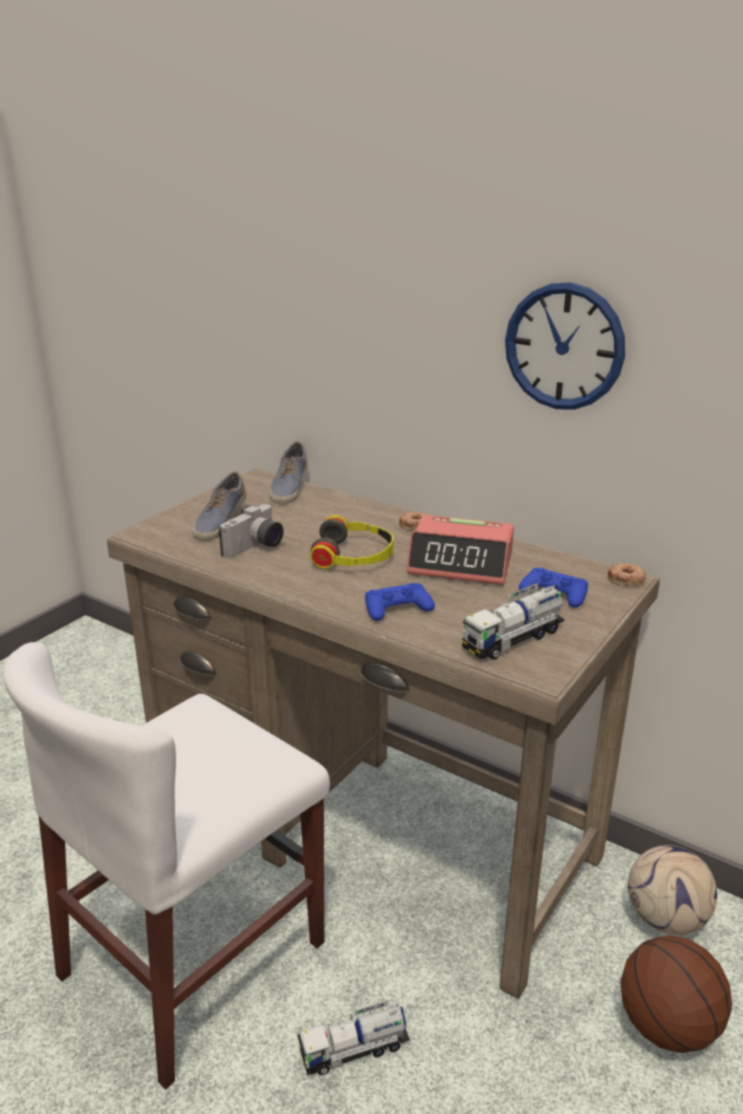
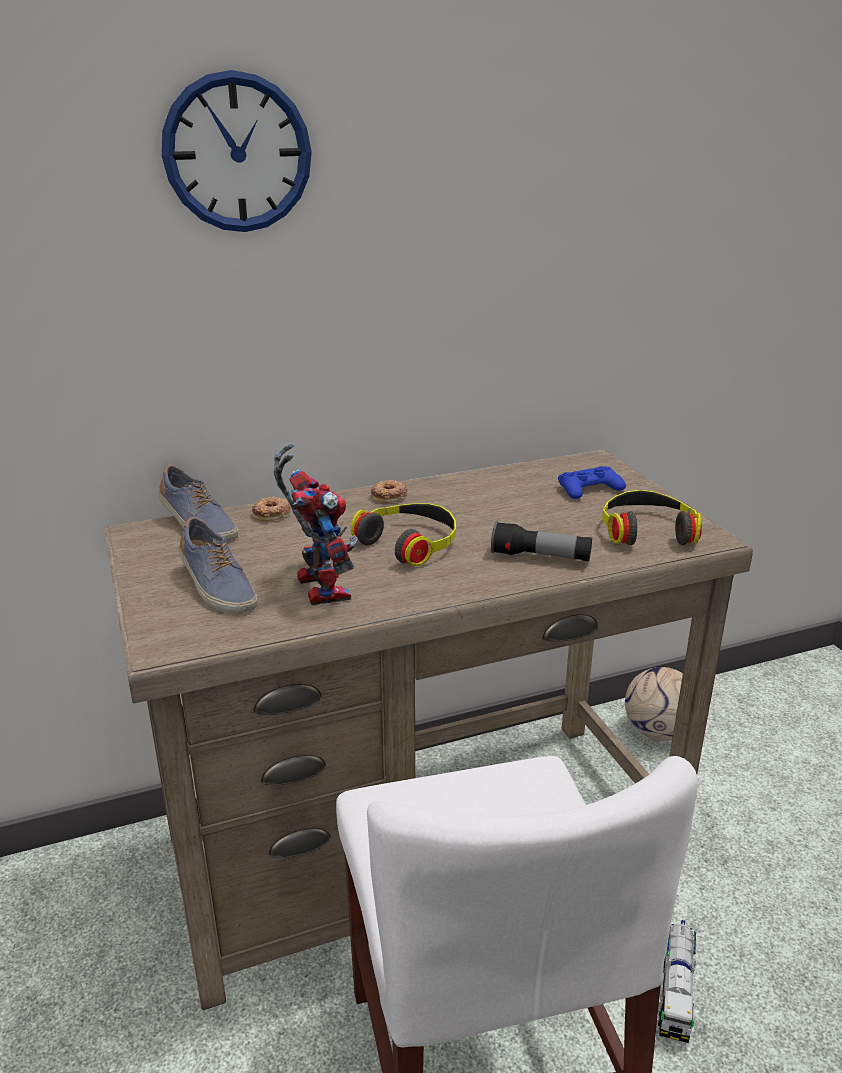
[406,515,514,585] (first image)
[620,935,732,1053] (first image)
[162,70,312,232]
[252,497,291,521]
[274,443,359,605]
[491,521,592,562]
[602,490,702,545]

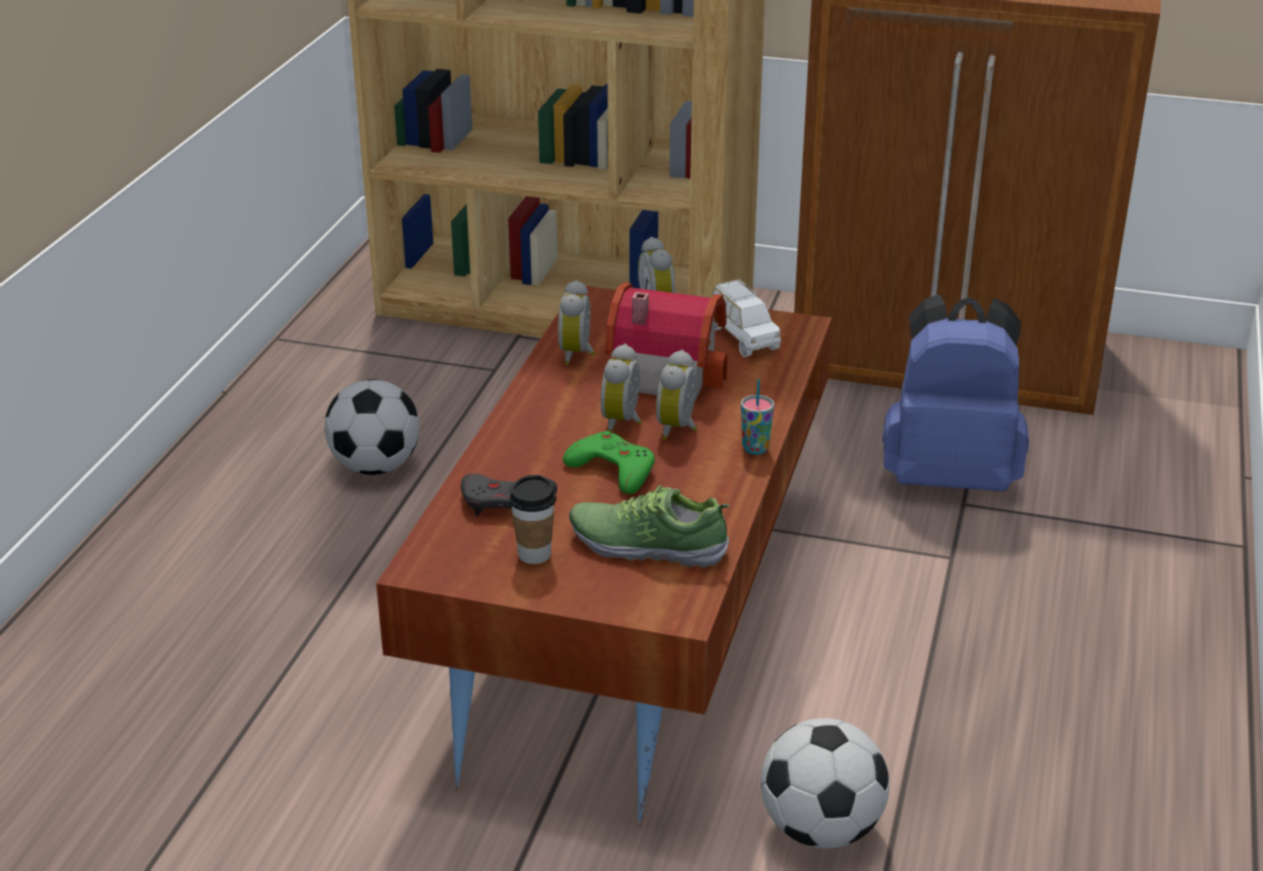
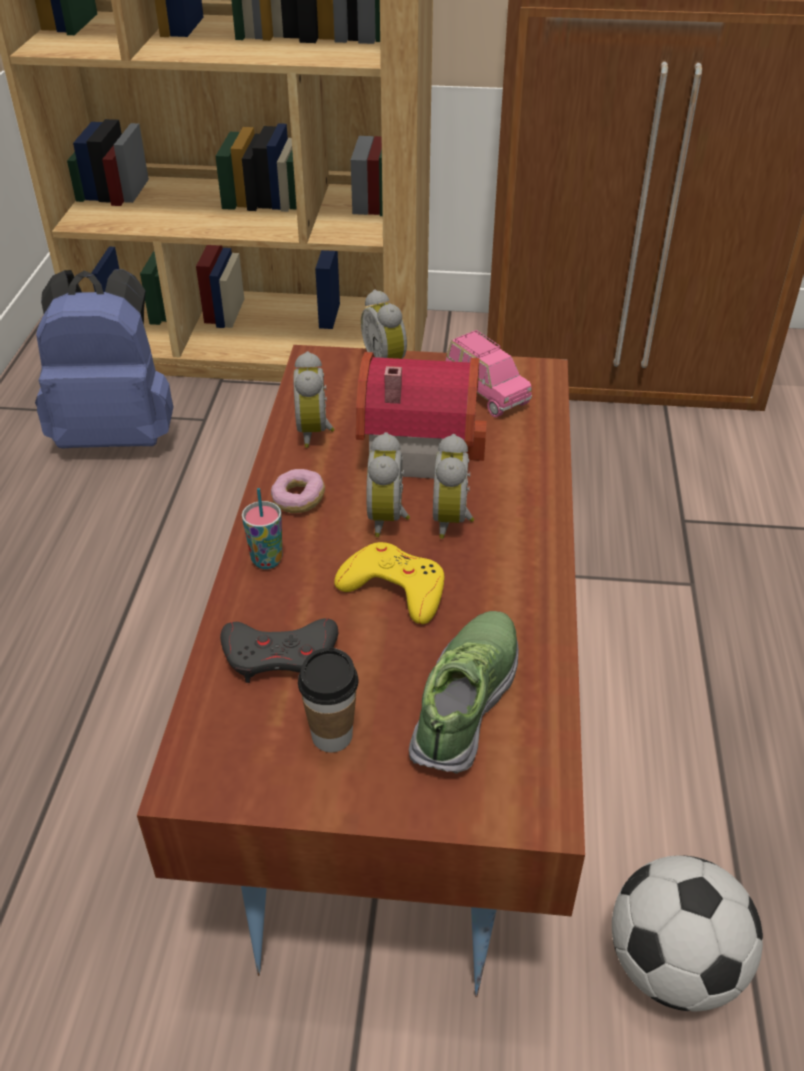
[325,379,420,475] (first image)
[271,469,325,513]
[242,488,282,569]
[35,269,174,448]
[334,542,445,624]
[446,330,532,417]
[409,611,519,774]

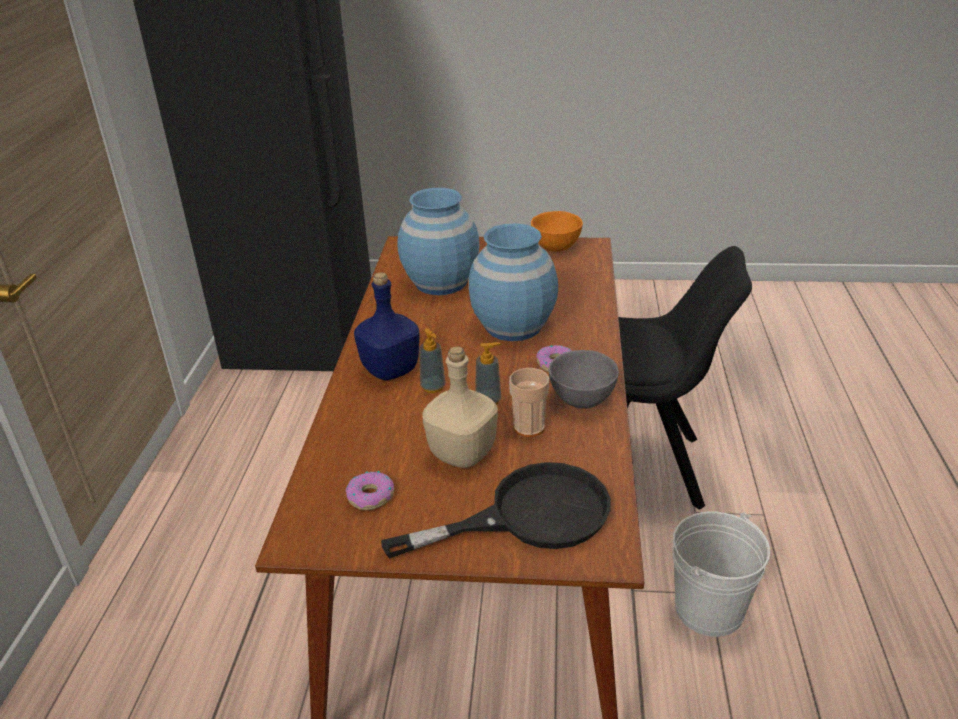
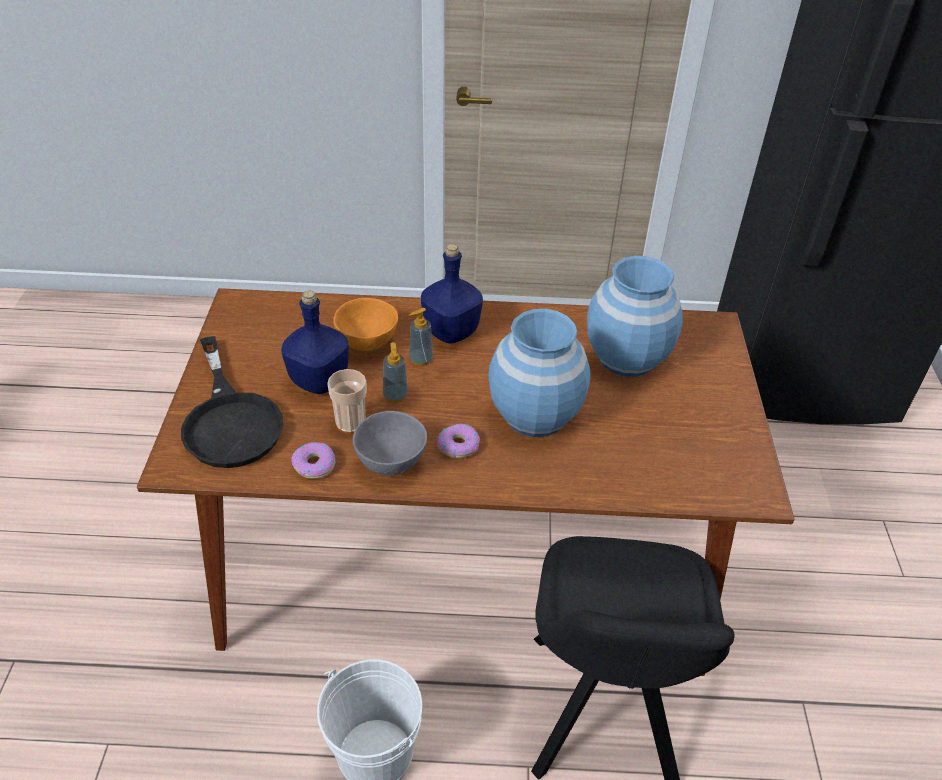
[291,442,335,479]
[333,298,398,352]
[281,291,349,394]

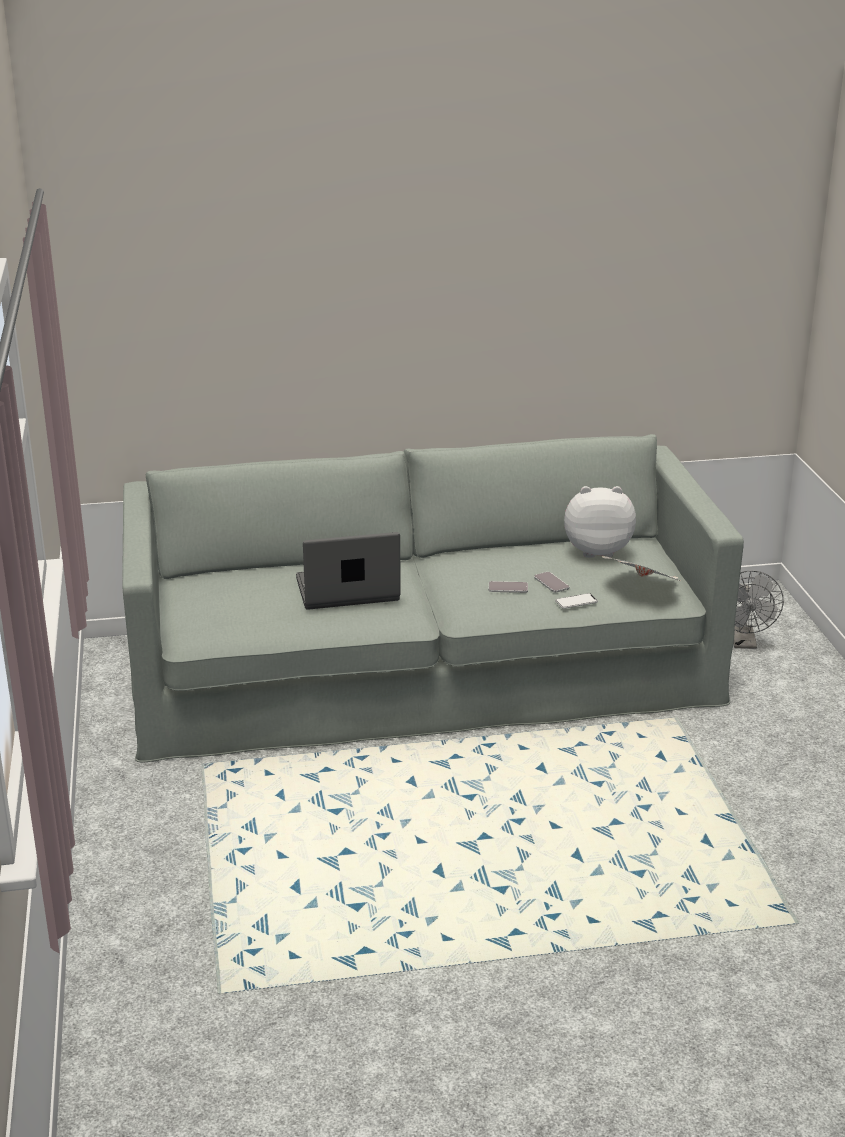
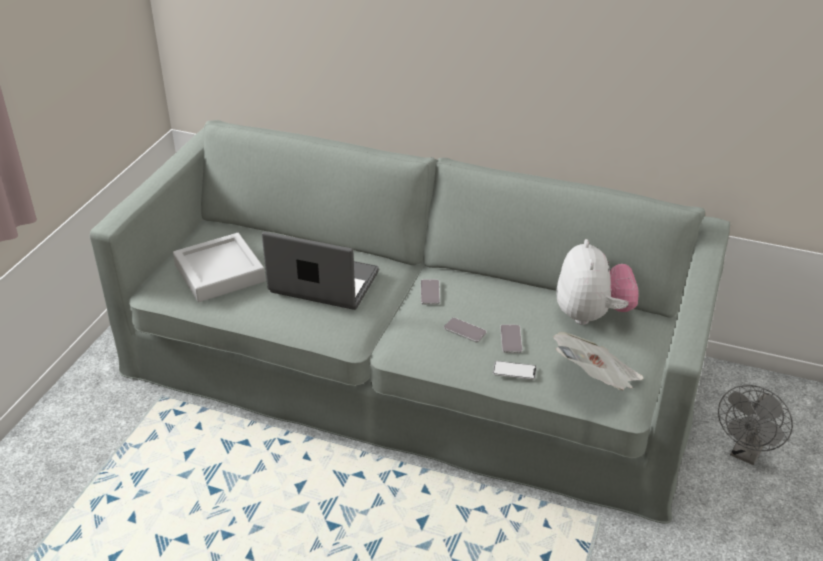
[173,233,266,302]
[421,279,440,305]
[556,239,638,325]

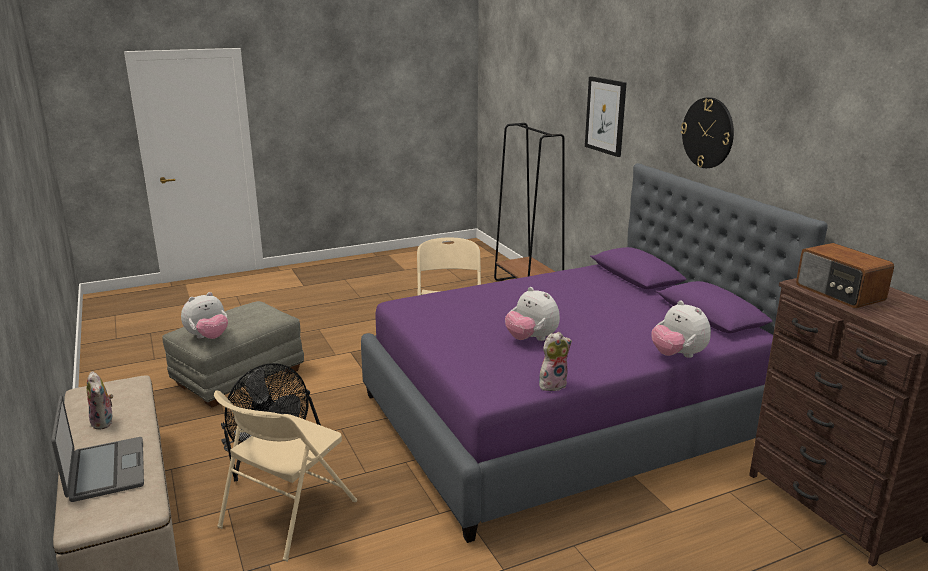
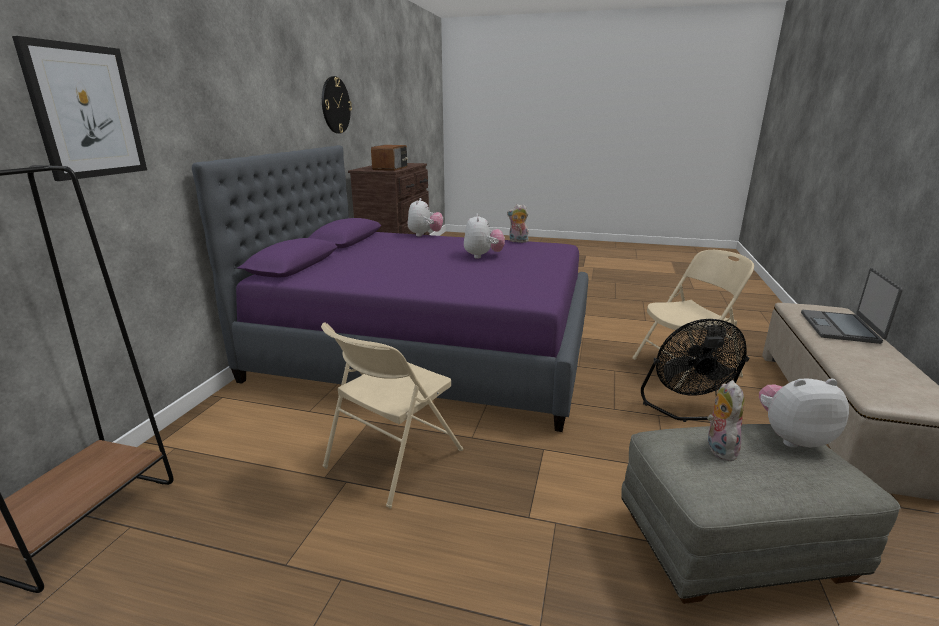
[707,380,744,461]
[322,76,352,134]

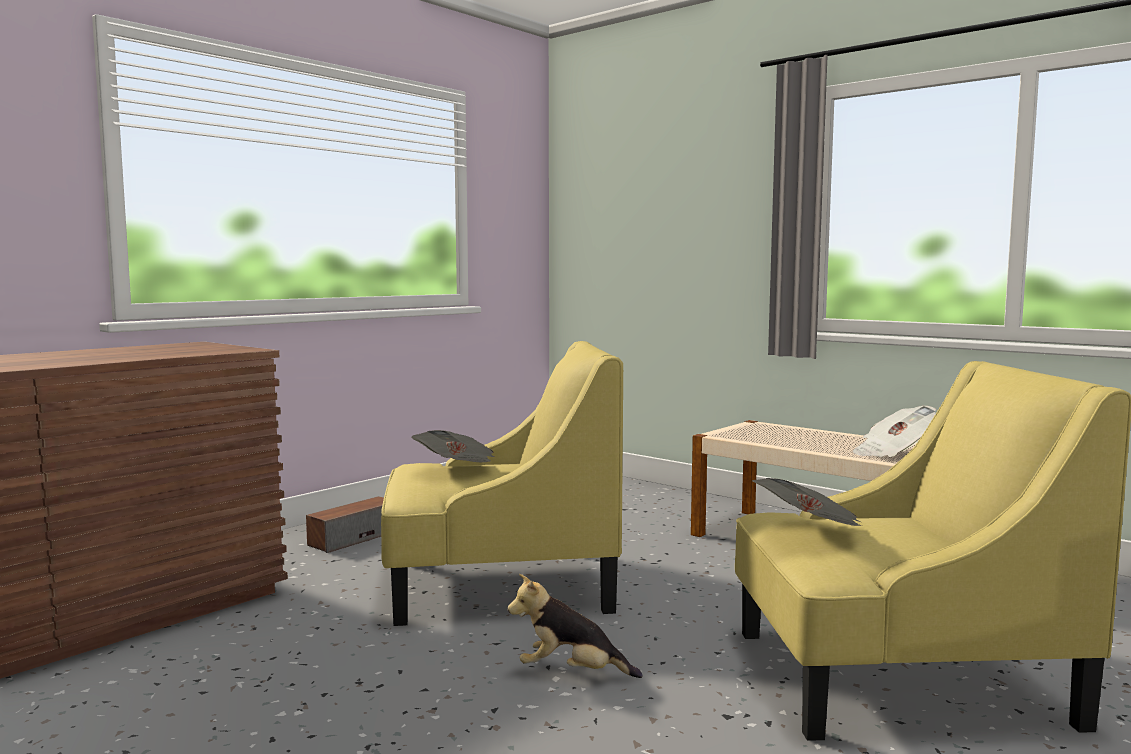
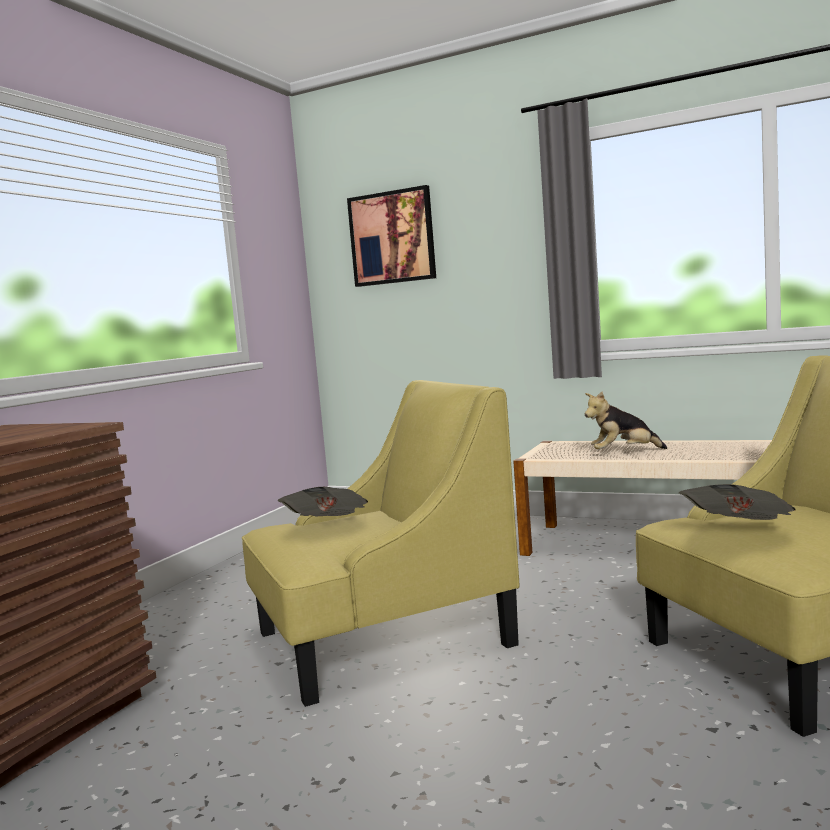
[306,496,384,553] (first image)
[853,406,936,457] (first image)
[347,185,436,287]
[585,391,667,449]

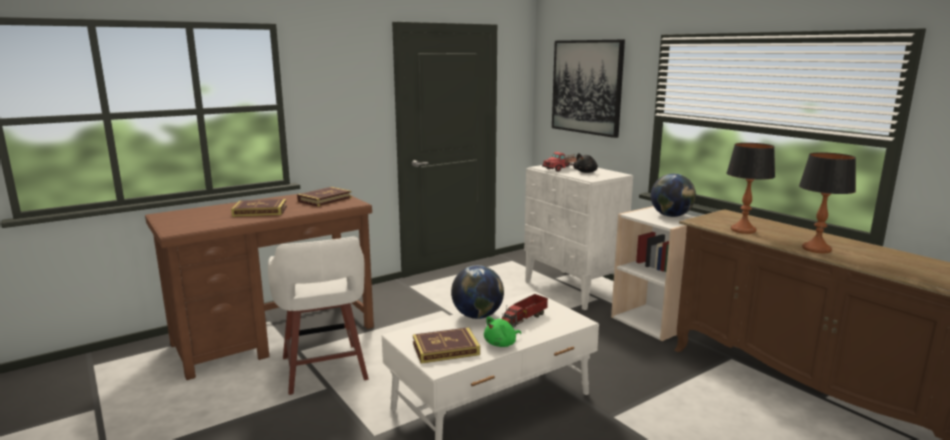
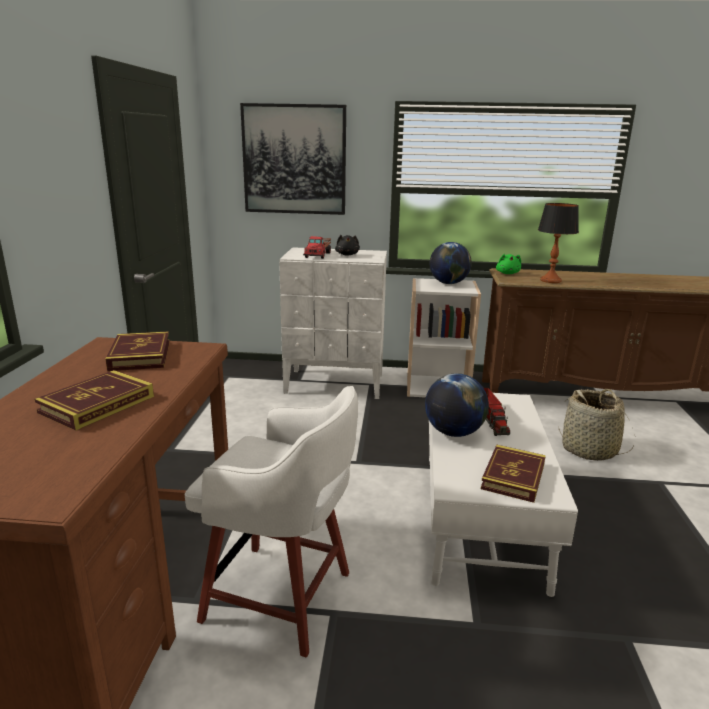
[799,152,856,253] (first image)
[558,389,635,461]
[496,254,521,274]

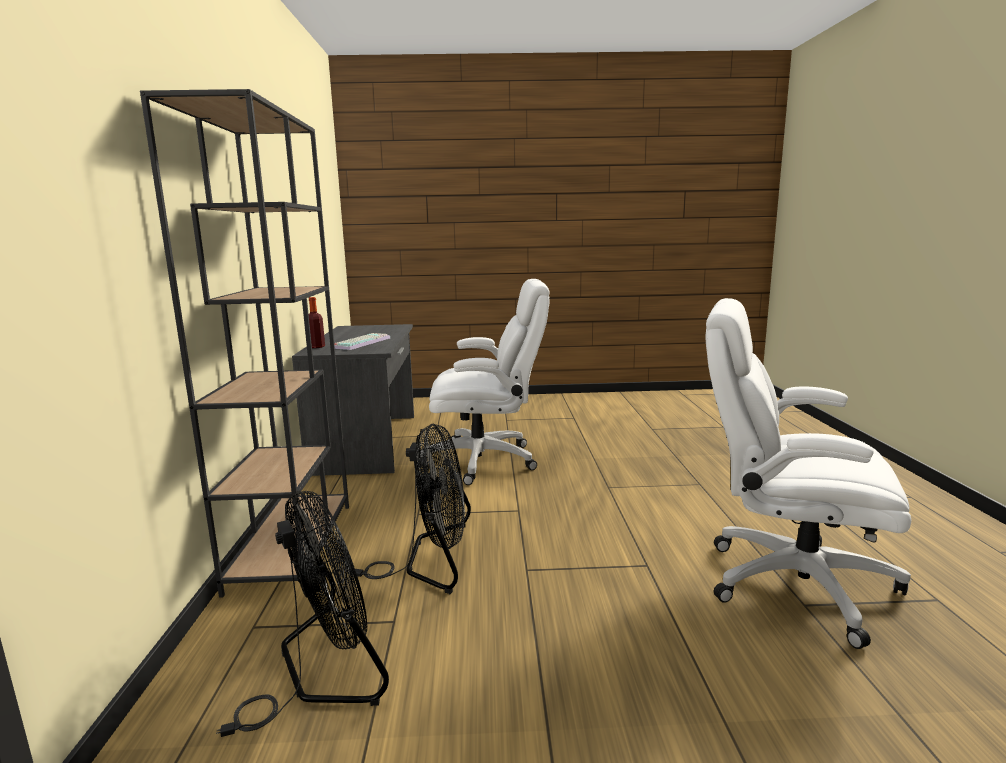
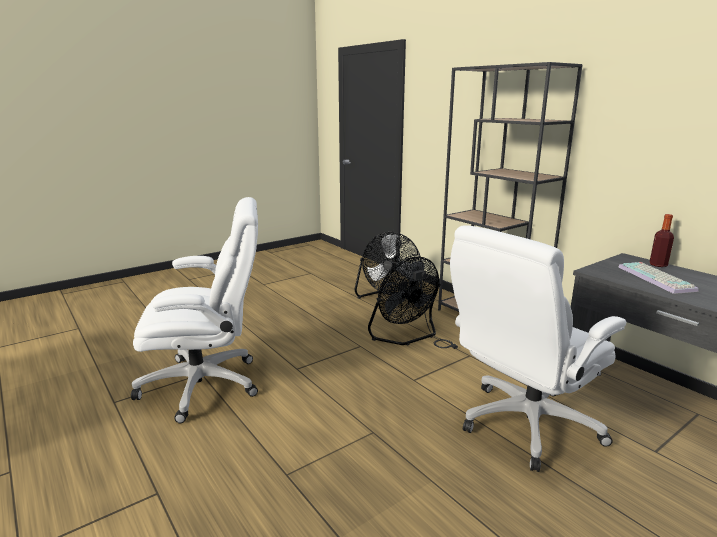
[368,257,458,349]

